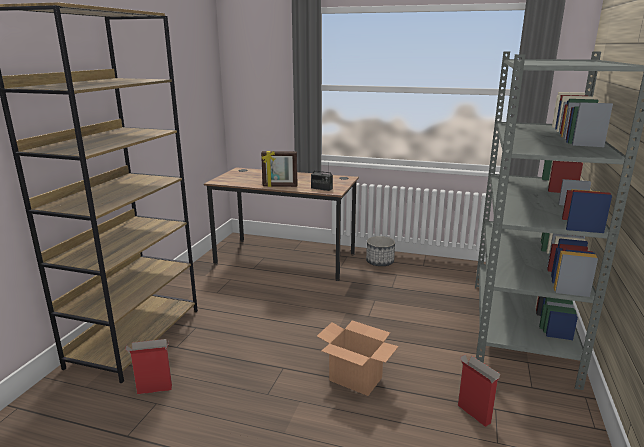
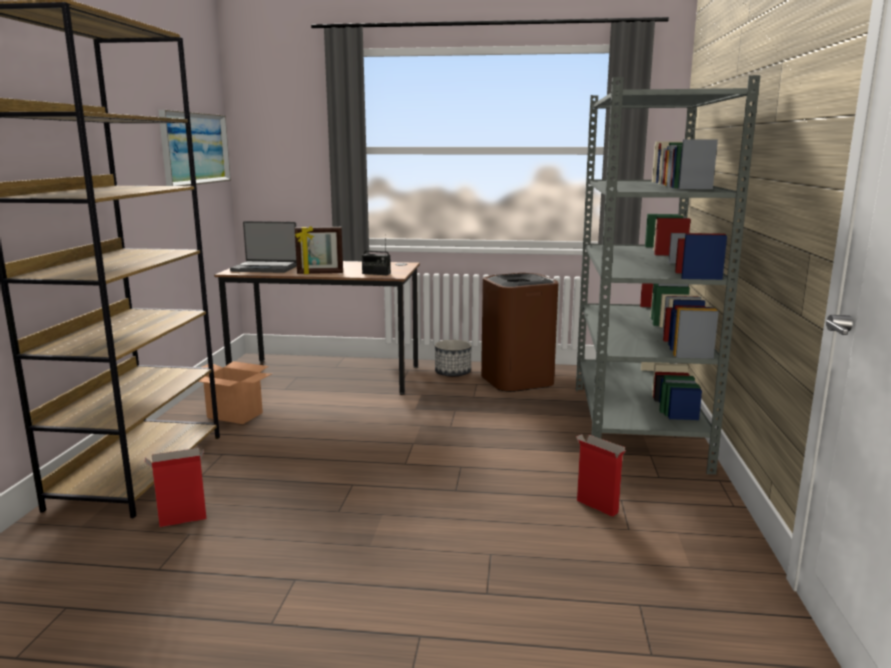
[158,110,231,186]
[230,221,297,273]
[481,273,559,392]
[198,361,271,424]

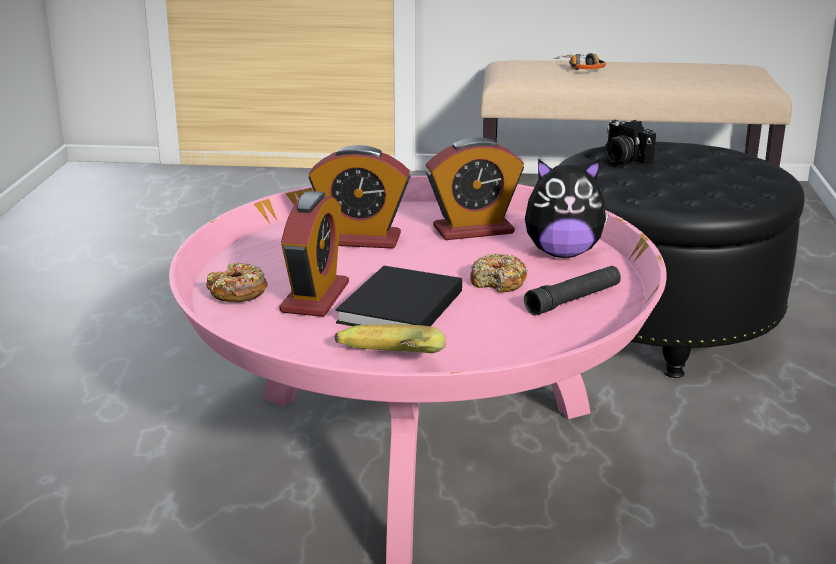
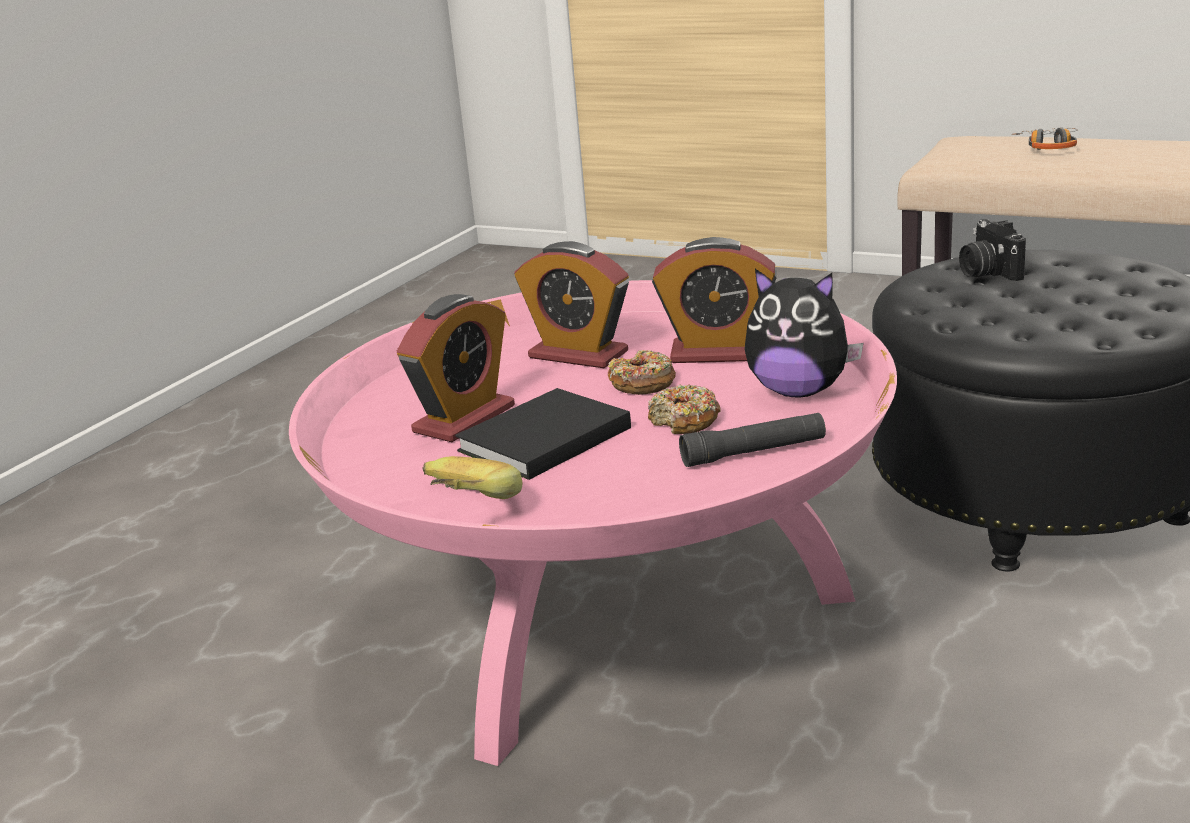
[608,350,676,395]

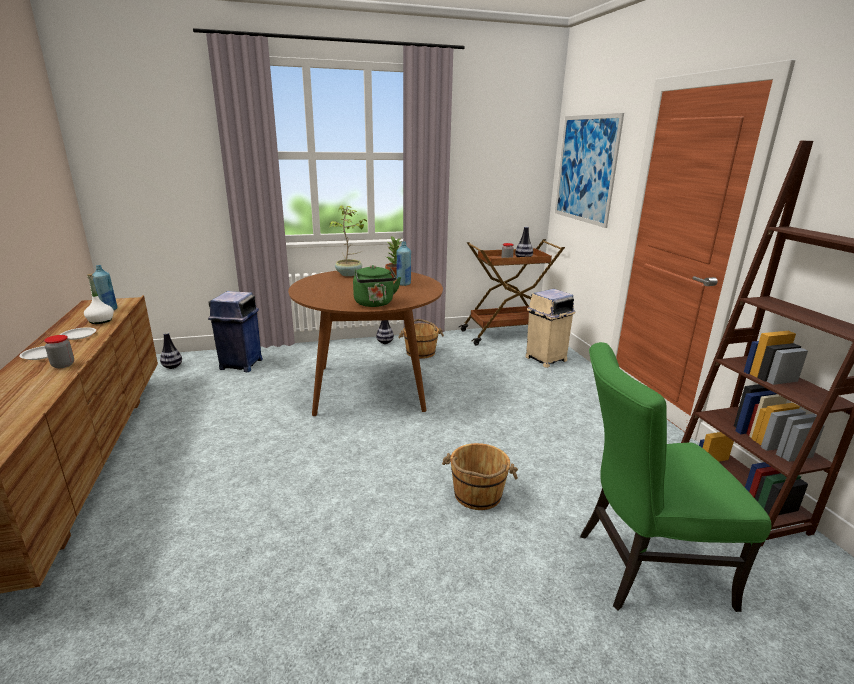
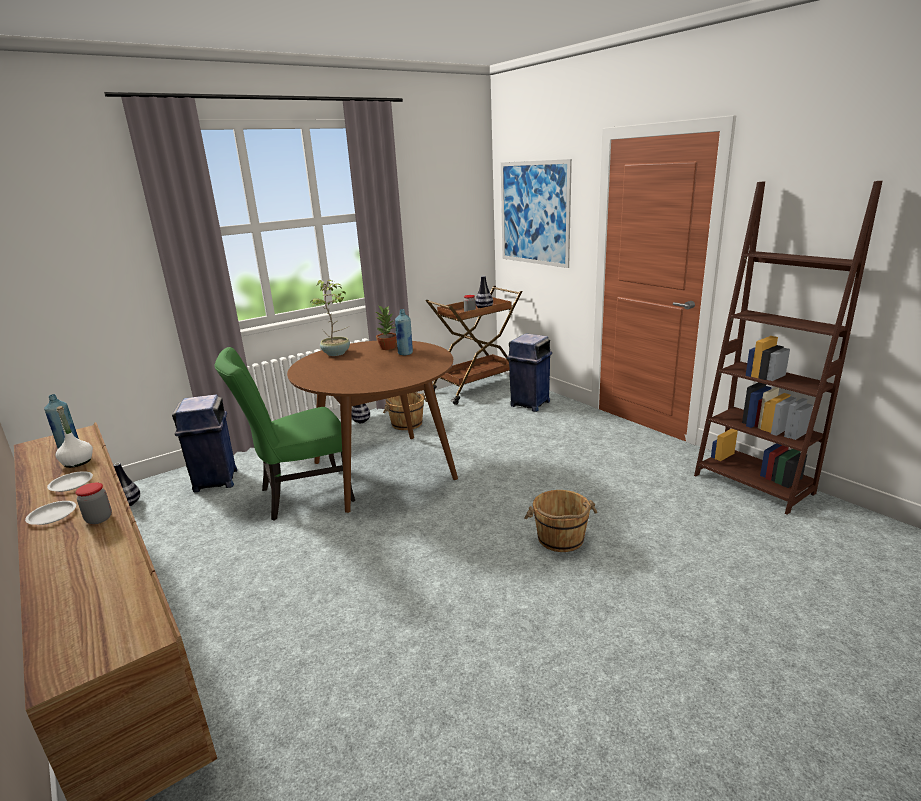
[353,265,401,307] (first image)
[215,347,355,521]
[507,333,552,412]

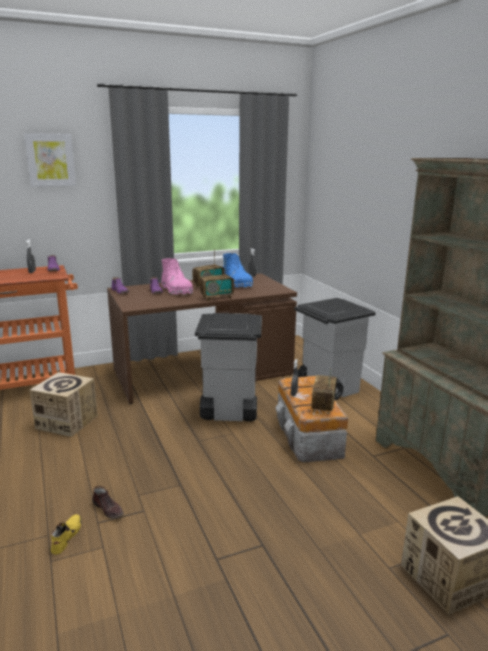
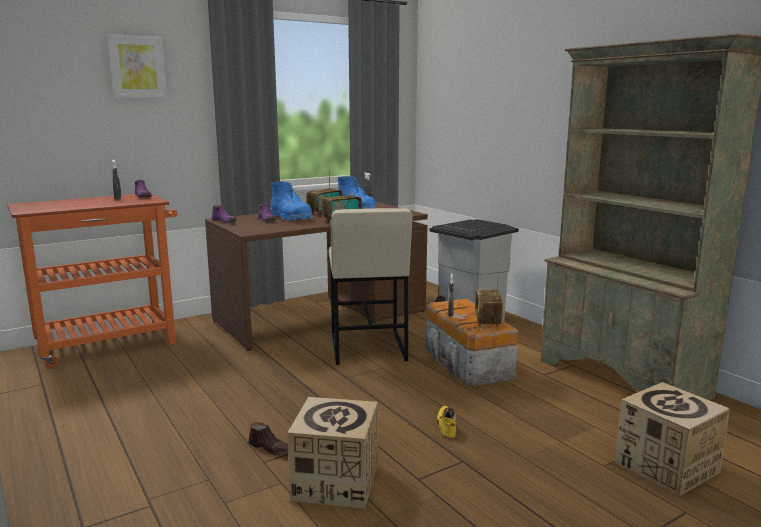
[287,397,378,509]
[437,406,456,438]
[329,208,412,365]
[270,181,313,221]

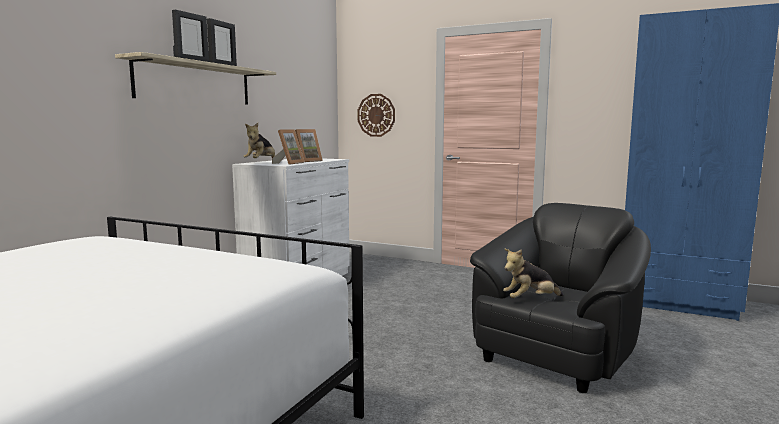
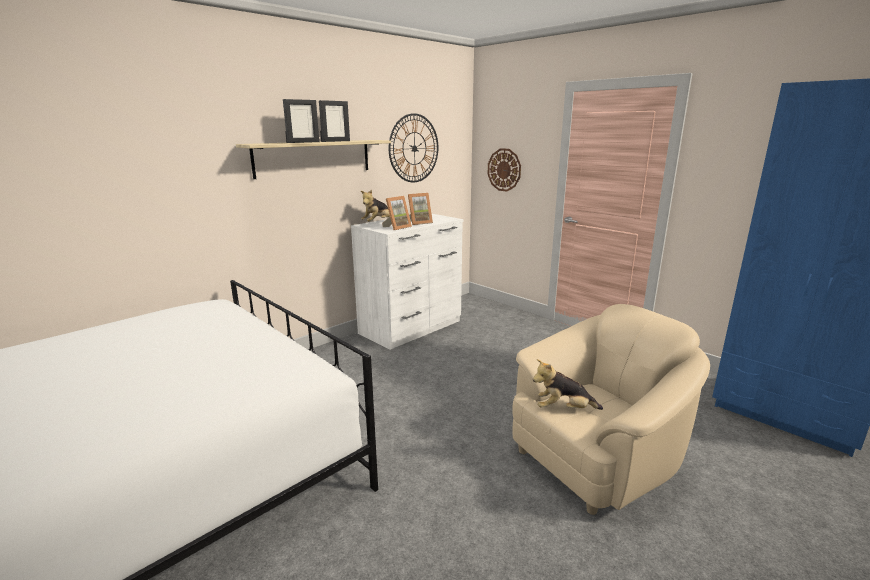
[389,113,438,183]
[512,304,710,515]

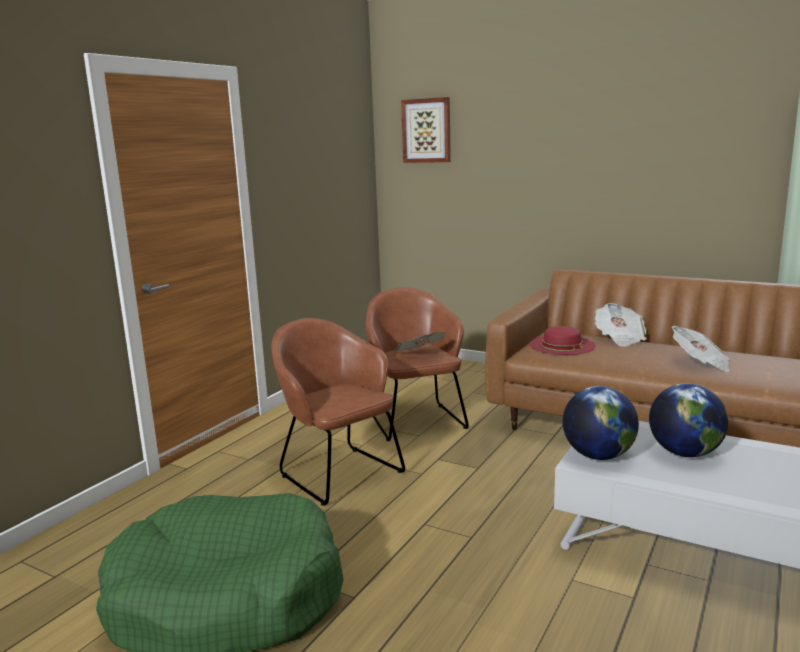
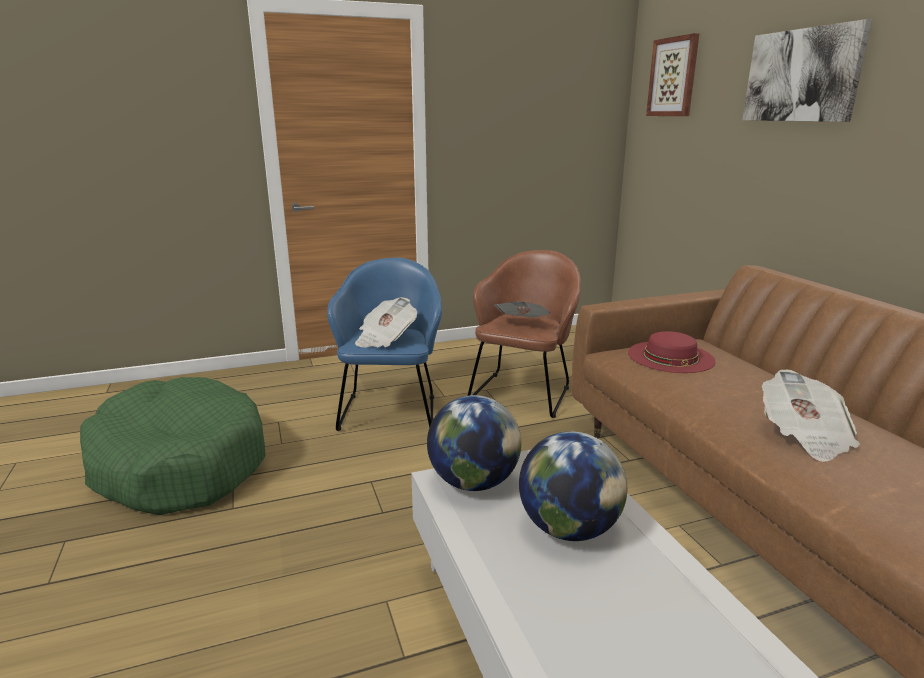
[742,19,872,122]
[355,297,417,347]
[327,258,442,431]

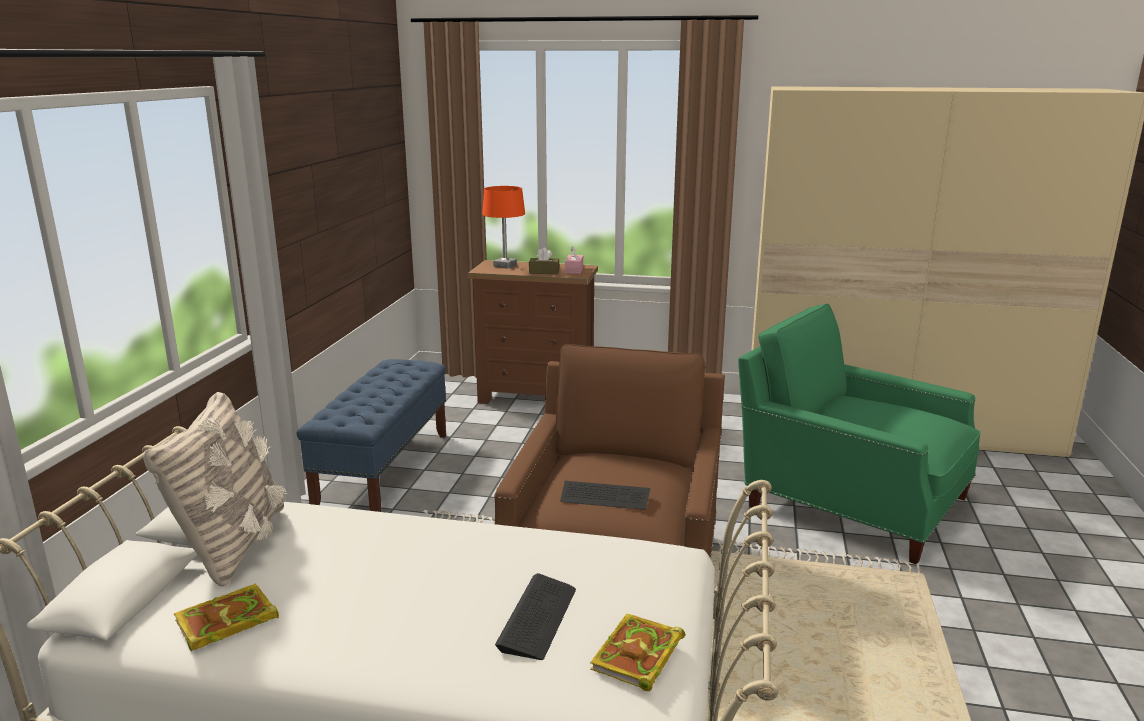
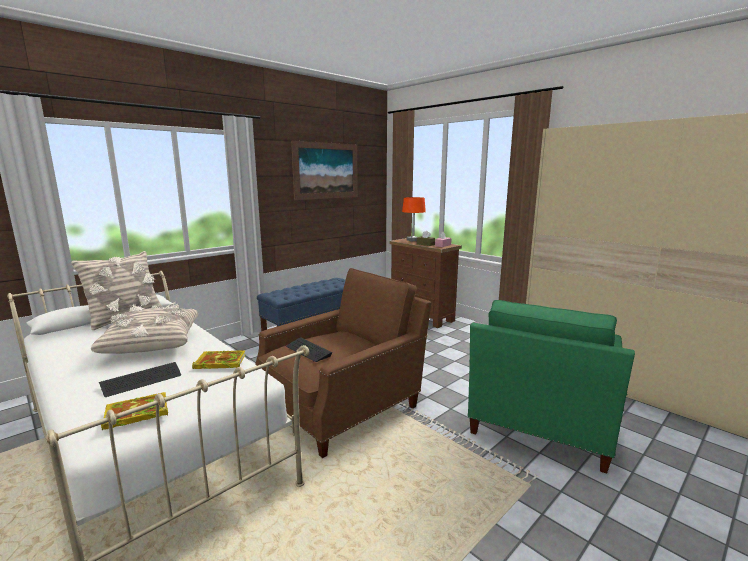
[91,302,198,354]
[291,140,358,200]
[192,350,246,369]
[467,300,635,473]

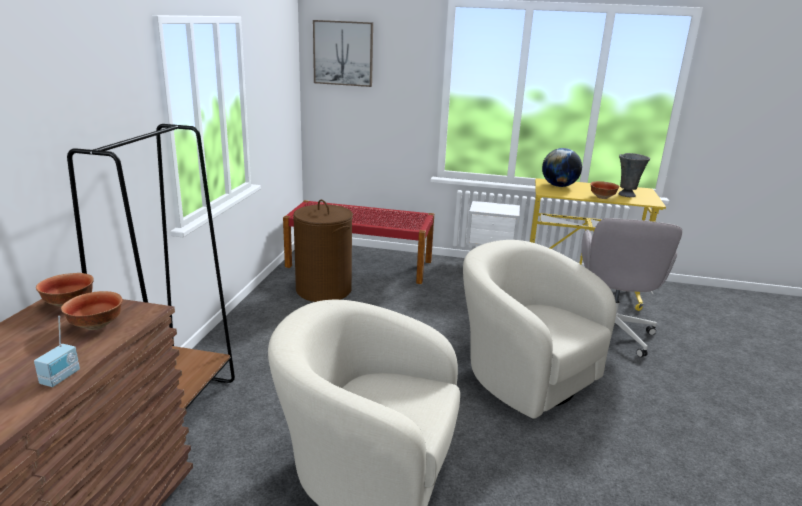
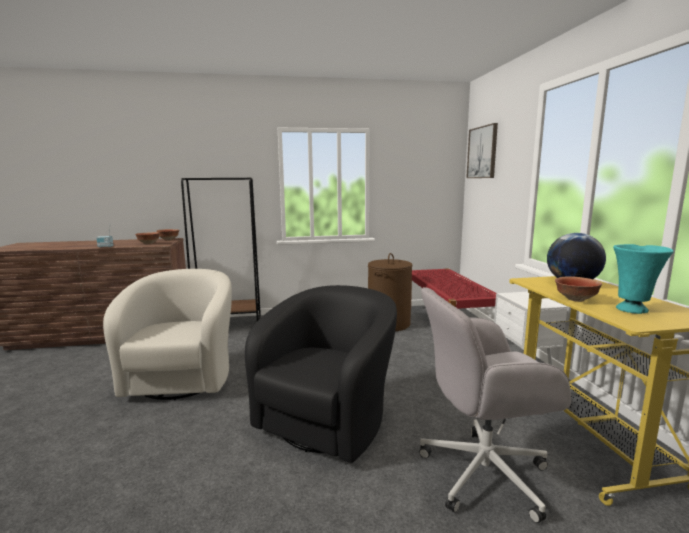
[245,285,397,463]
[613,244,674,314]

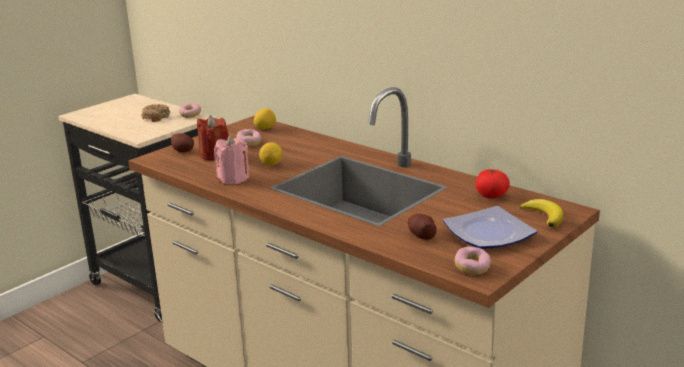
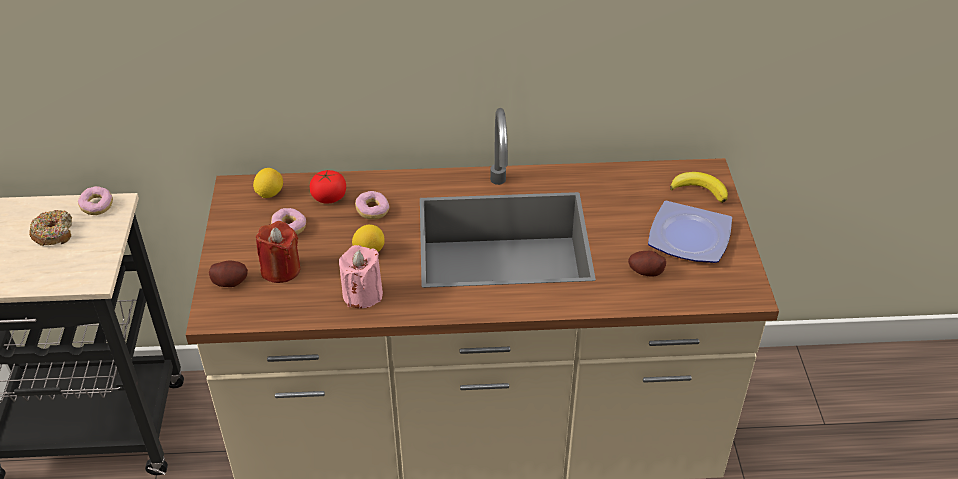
[355,191,389,220]
[310,170,346,204]

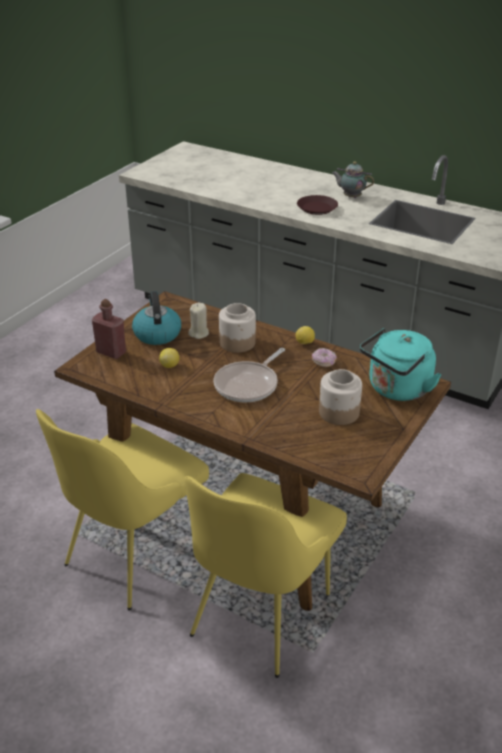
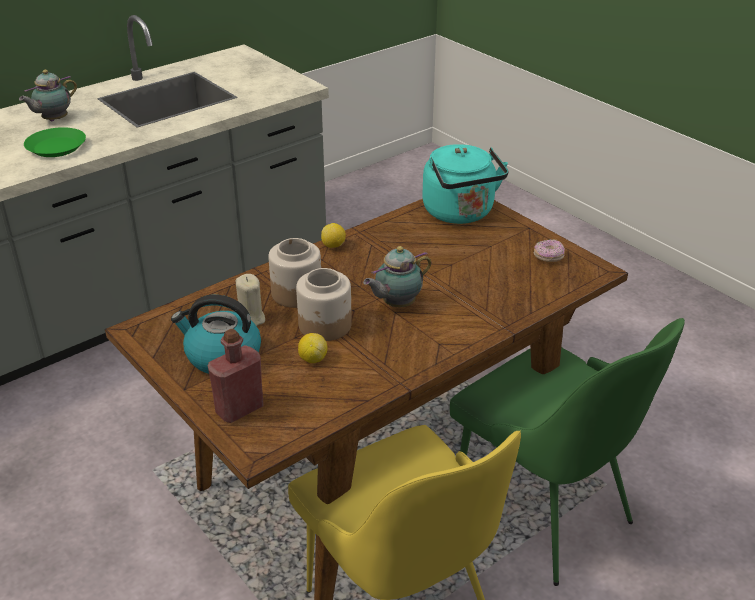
[534,239,565,262]
[296,268,352,341]
[363,246,431,307]
[450,318,685,586]
[24,127,86,157]

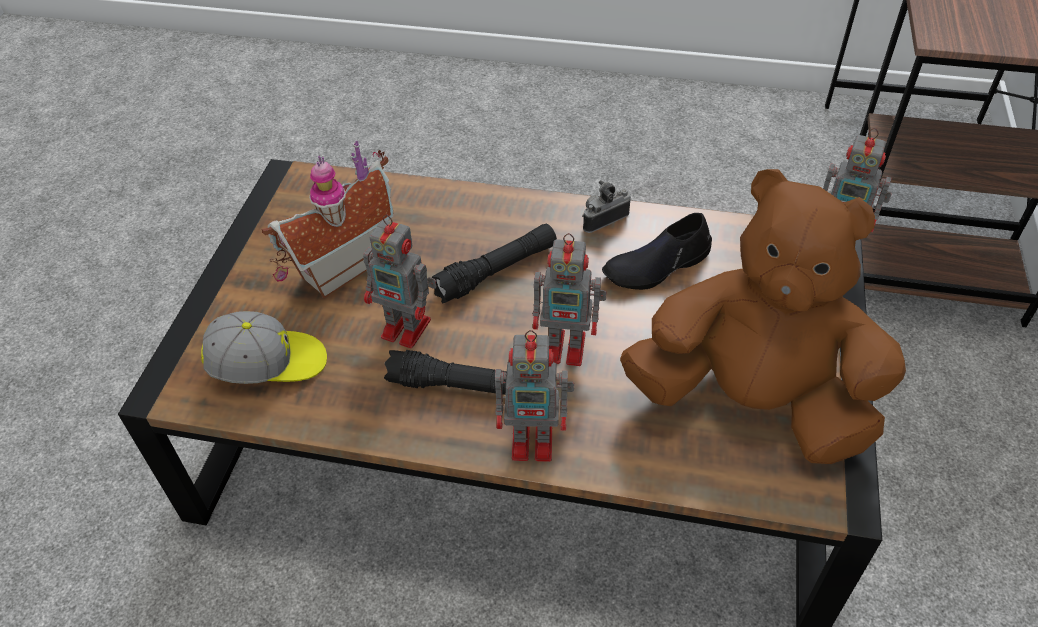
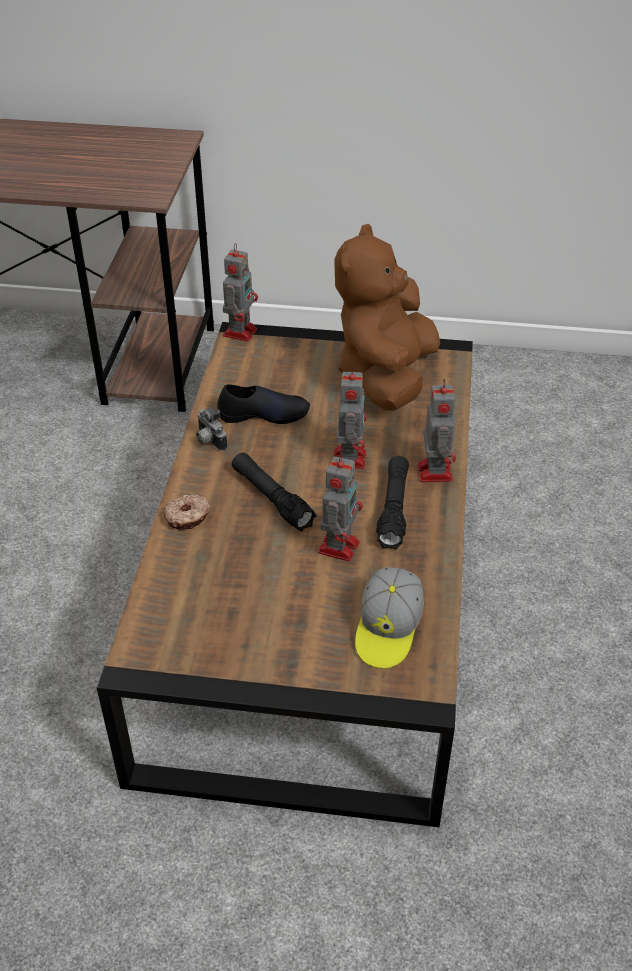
[261,141,393,298] (first image)
[164,494,211,530]
[355,567,424,669]
[217,384,310,424]

